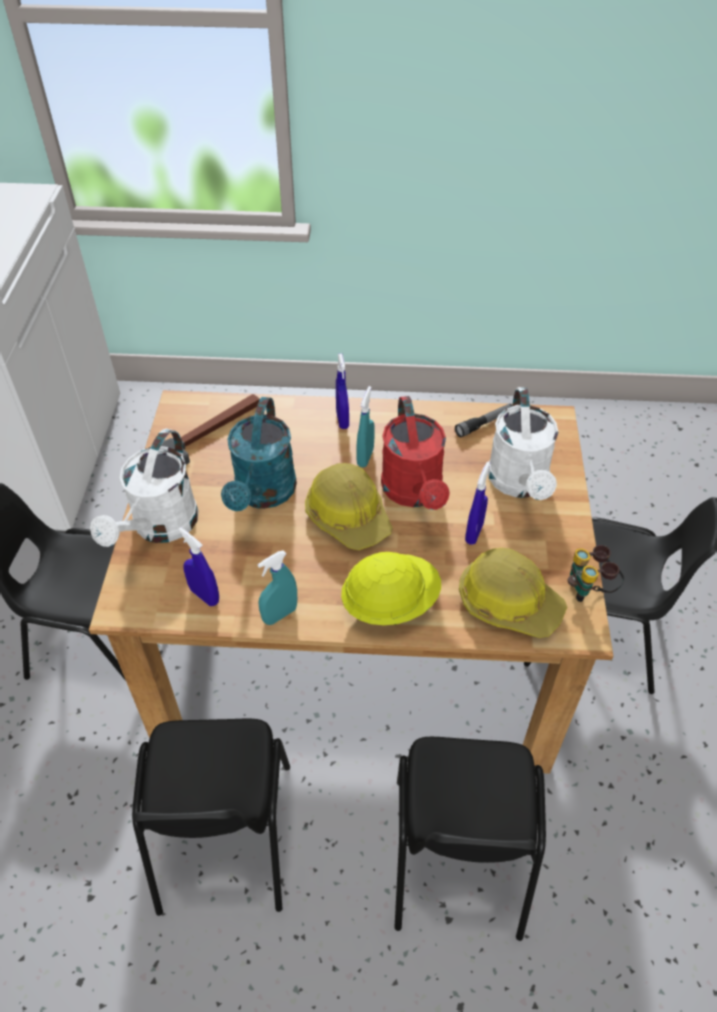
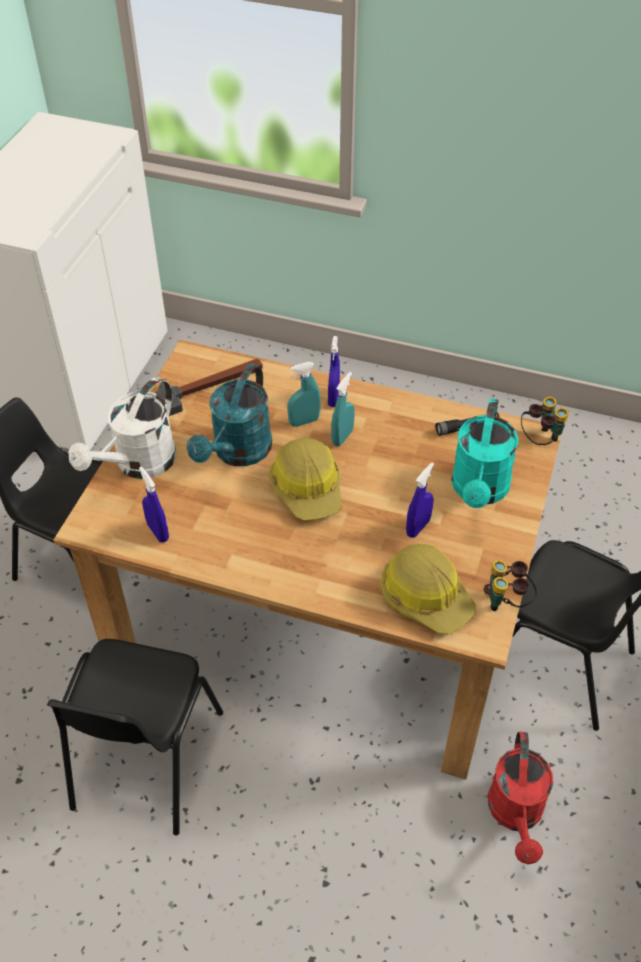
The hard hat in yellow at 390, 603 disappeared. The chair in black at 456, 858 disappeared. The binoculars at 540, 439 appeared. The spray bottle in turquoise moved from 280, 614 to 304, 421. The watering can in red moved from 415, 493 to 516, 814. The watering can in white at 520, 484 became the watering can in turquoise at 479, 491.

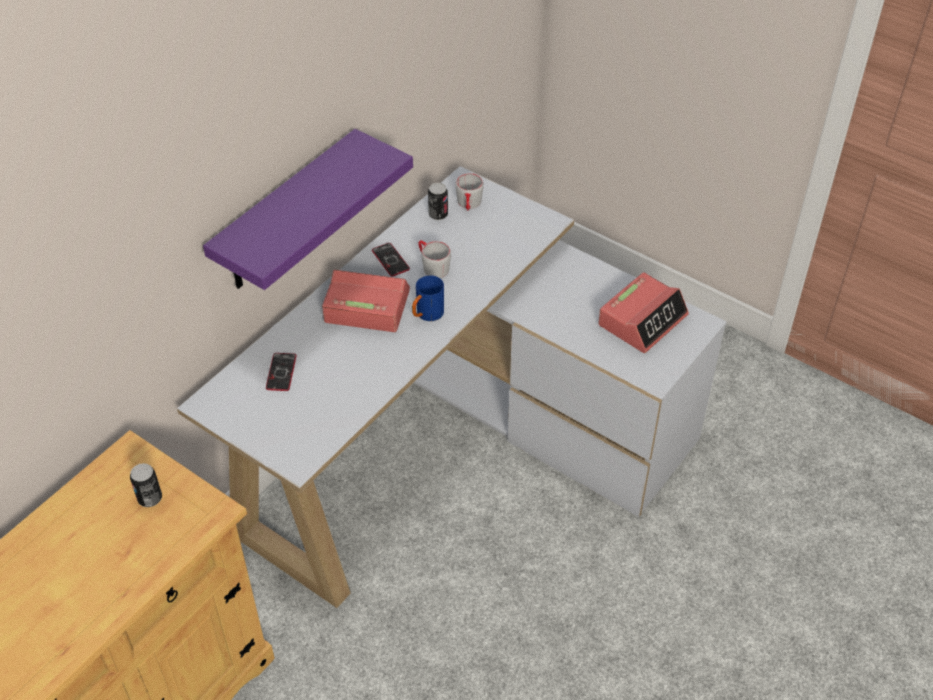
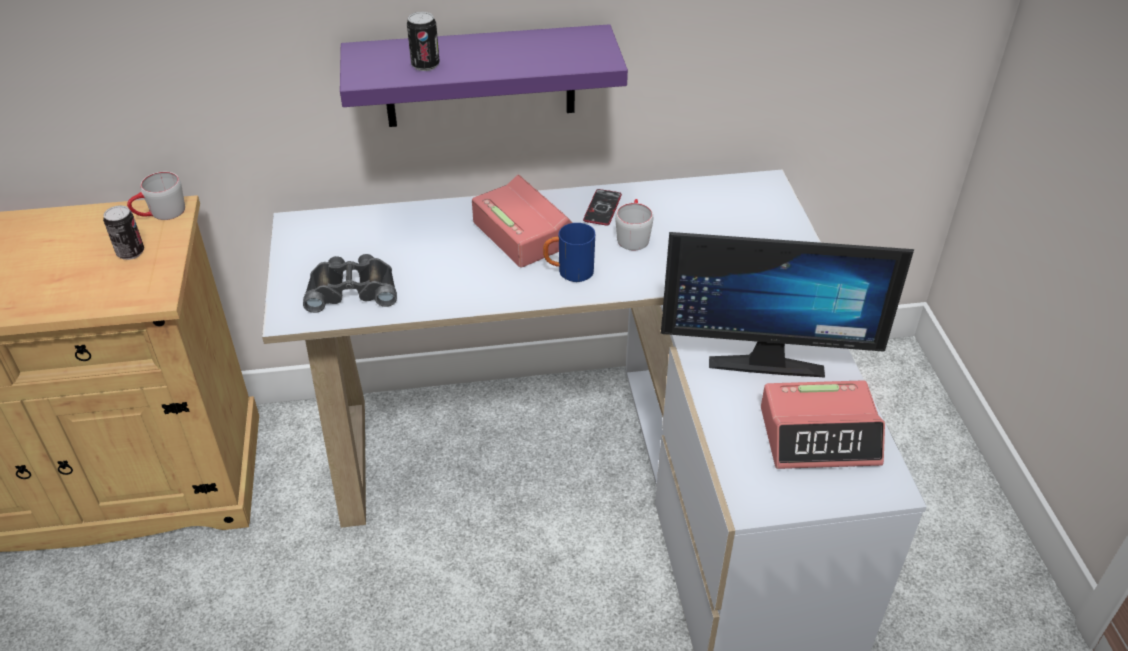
The phone at 281, 372 disappeared. The binoculars in black at 352, 289 appeared. The monitor at 765, 357 appeared. The can moved from 438, 215 to 425, 65. The mug in grey moved from 469, 205 to 160, 214.

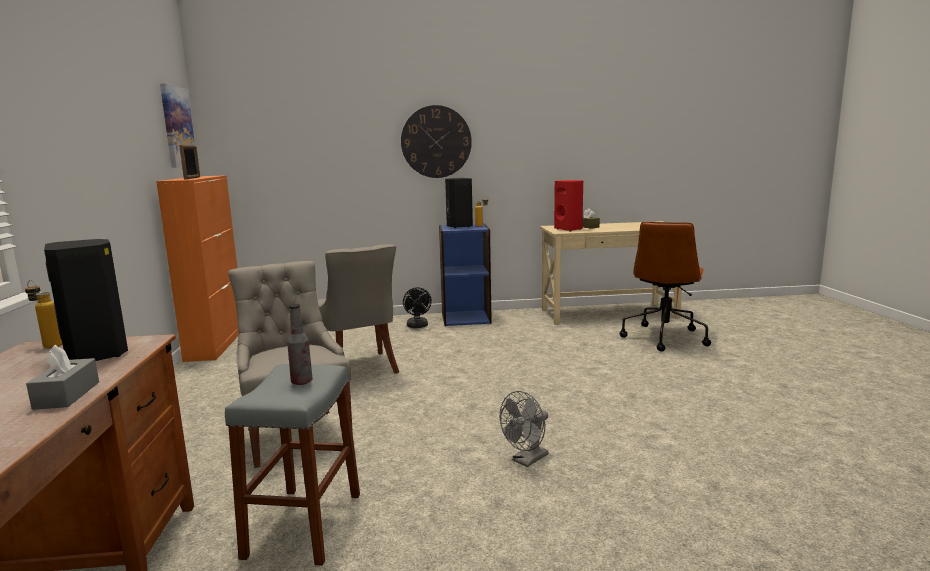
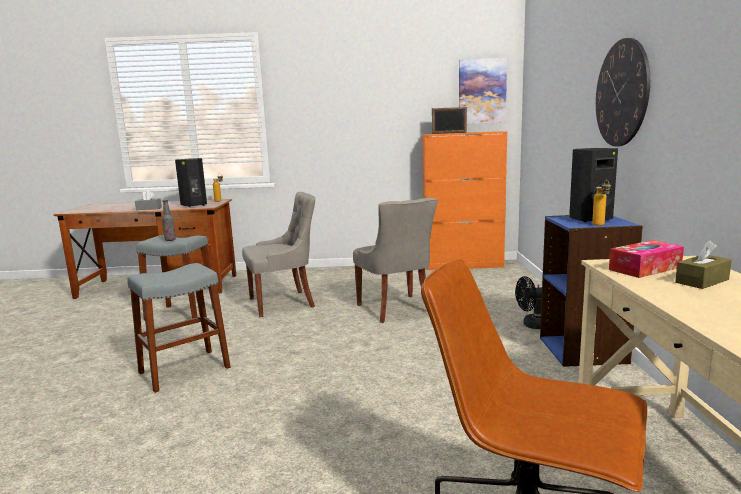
The fan in grey at 526, 460 was replaced by the stool in grey at 184, 370. The speaker in red at 569, 229 was replaced by the tissue box at 645, 268. The chair in grey at 359, 369 turned 90 degrees counterclockwise.

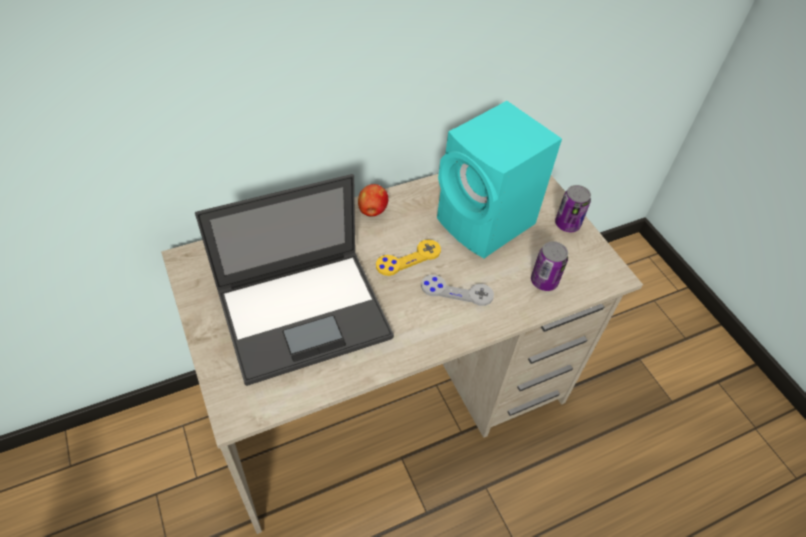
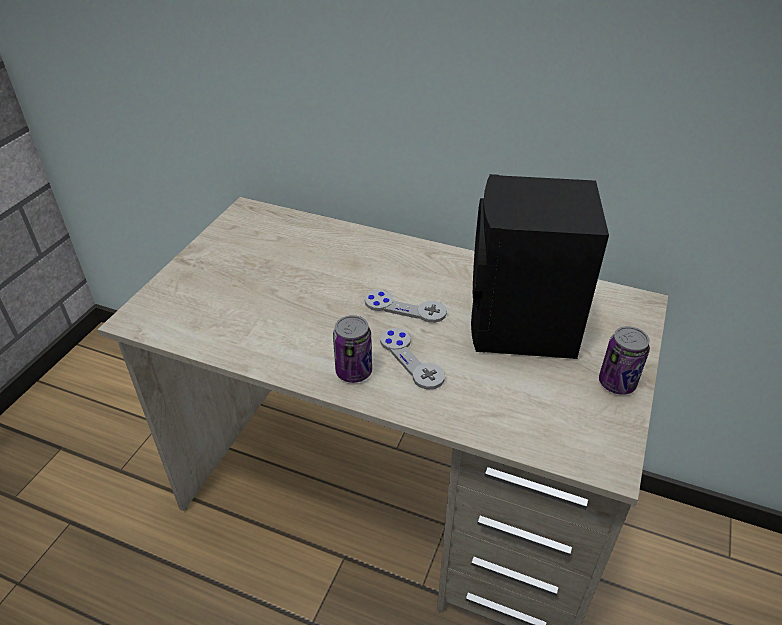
The laptop at 306, 313 disappeared. The apple at 372, 211 disappeared. The can moved from 544, 281 to 354, 371. The game controller in yellow at 408, 258 became the game controller in grey at 405, 308. The speaker in turquoise at 487, 224 became the speaker in black at 522, 328.

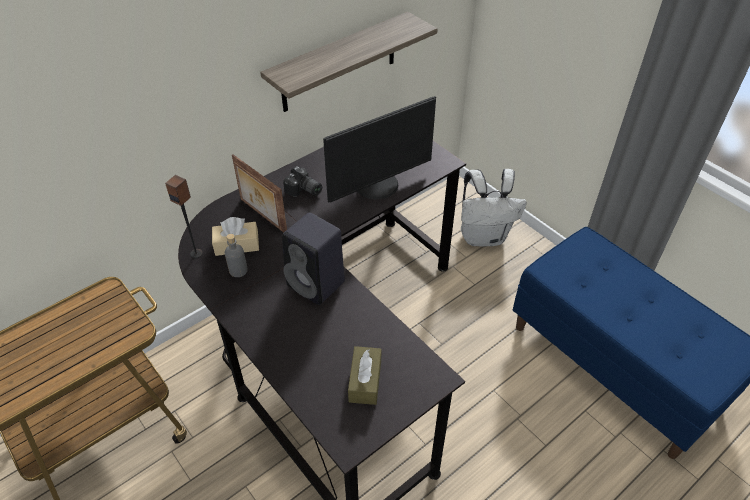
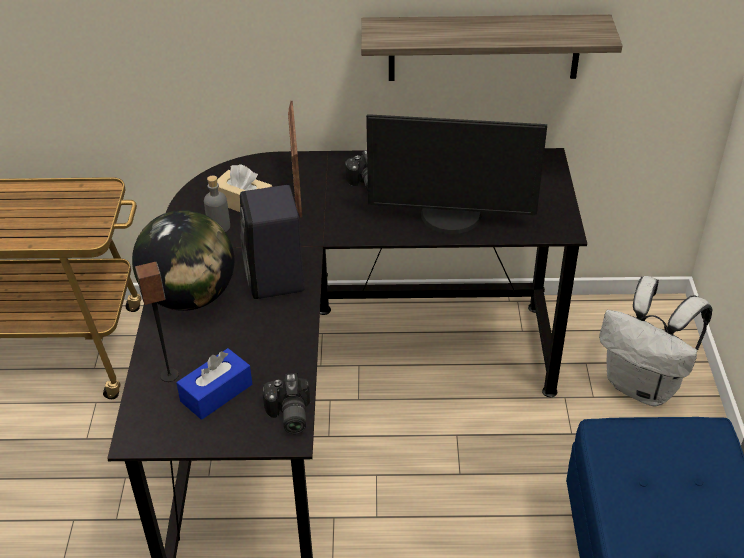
The globe at 190, 297 appeared. The photo camera at 288, 415 appeared. The speaker moved from 196, 253 to 170, 375. The tissue box in brown at 365, 381 became the tissue box in blue at 216, 393.

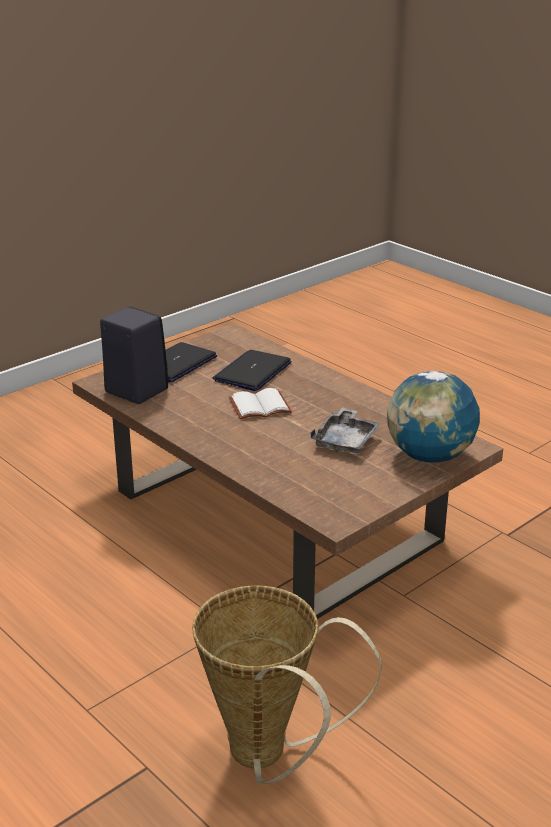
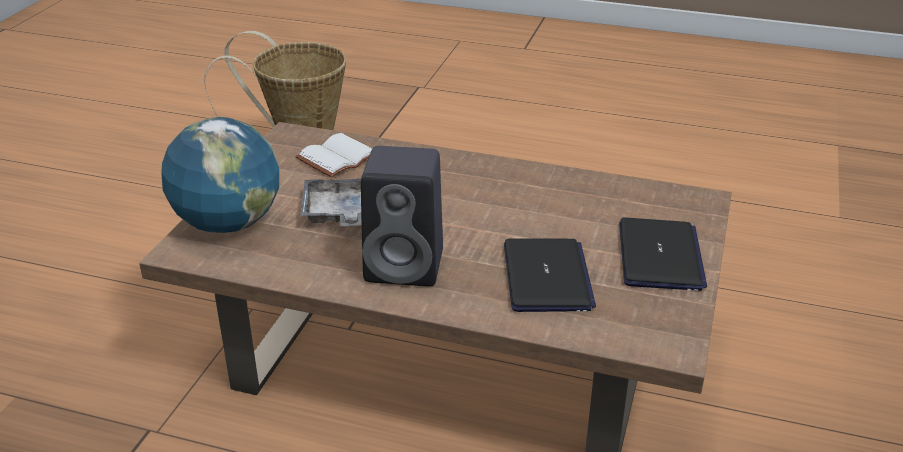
The speaker in black moved from 134, 390 to 407, 266. The book in white moved from 259, 407 to 338, 156.

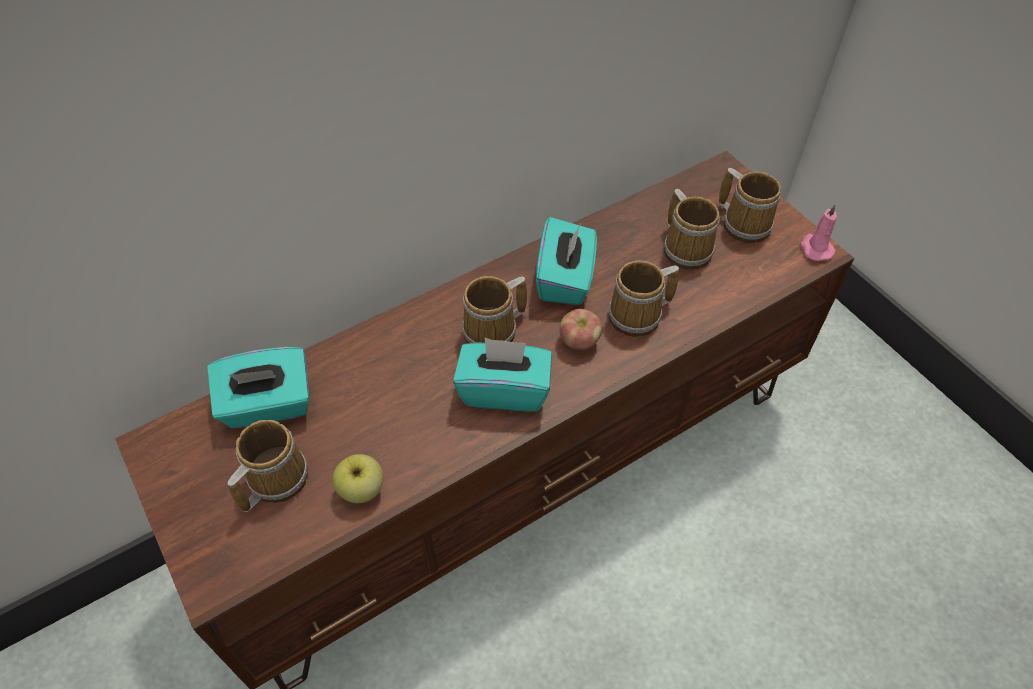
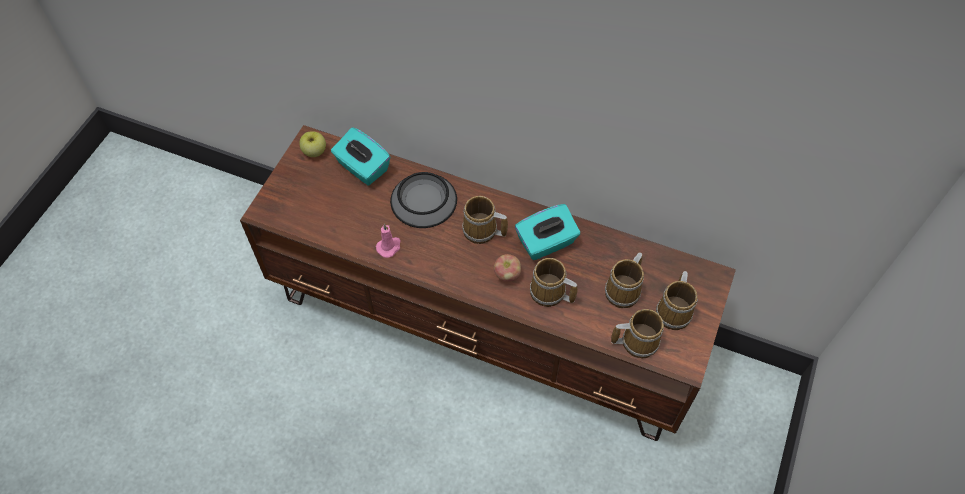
The tissue box in turquoise at 504, 390 disappeared. The bowl at 423, 200 appeared. The mug moved from 274, 479 to 637, 341. The apple moved from 361, 489 to 314, 152. The candle in pink moved from 815, 248 to 389, 247.

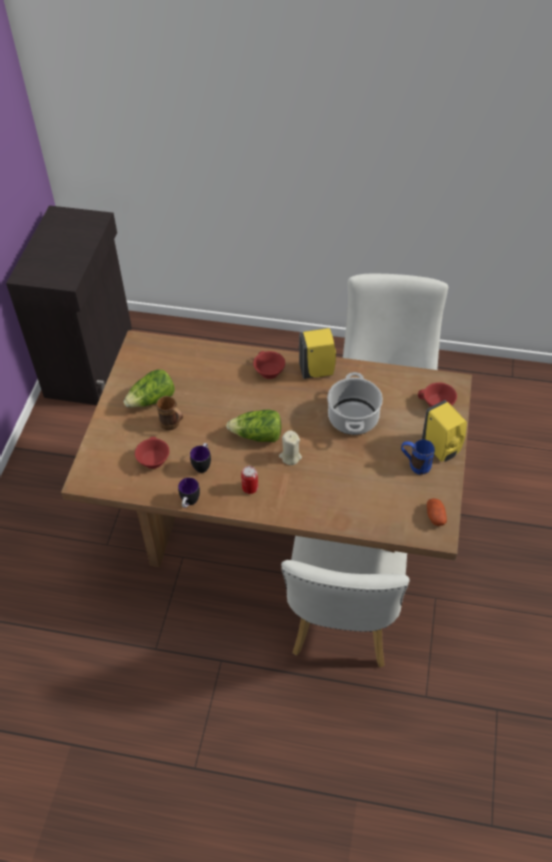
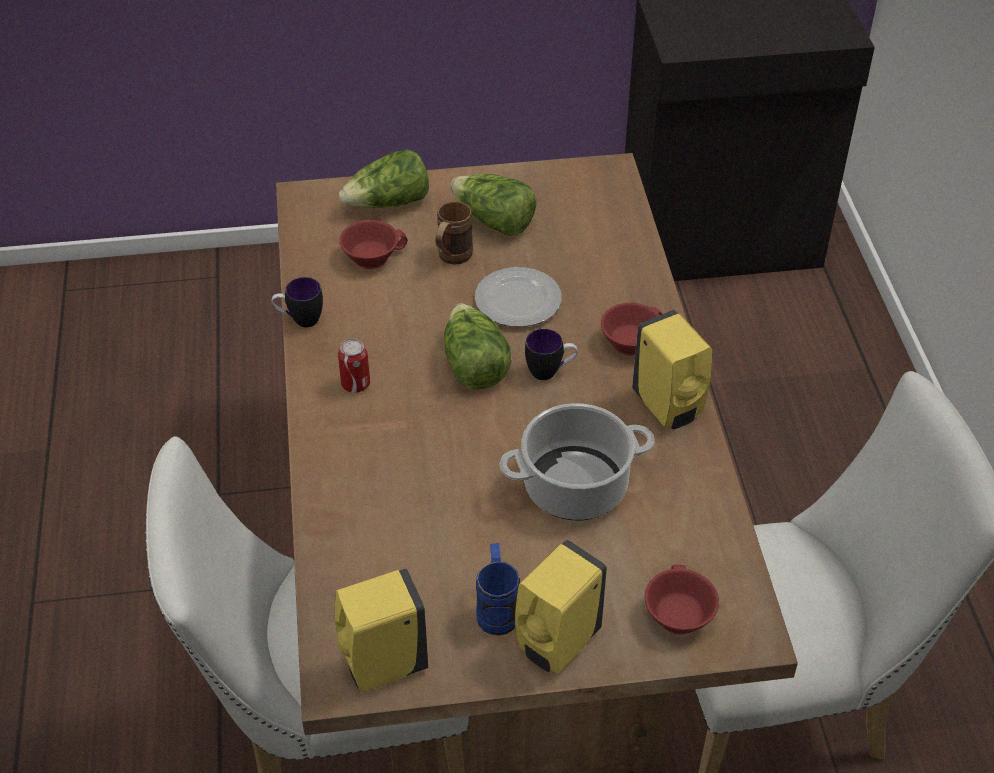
The candle in beige at 290, 457 disappeared. The lettuce at 389, 203 appeared. The plate at 517, 301 appeared. The mug moved from 203, 464 to 550, 372. The potato at 435, 516 was replaced by the soap dispenser in yellow at 381, 666.

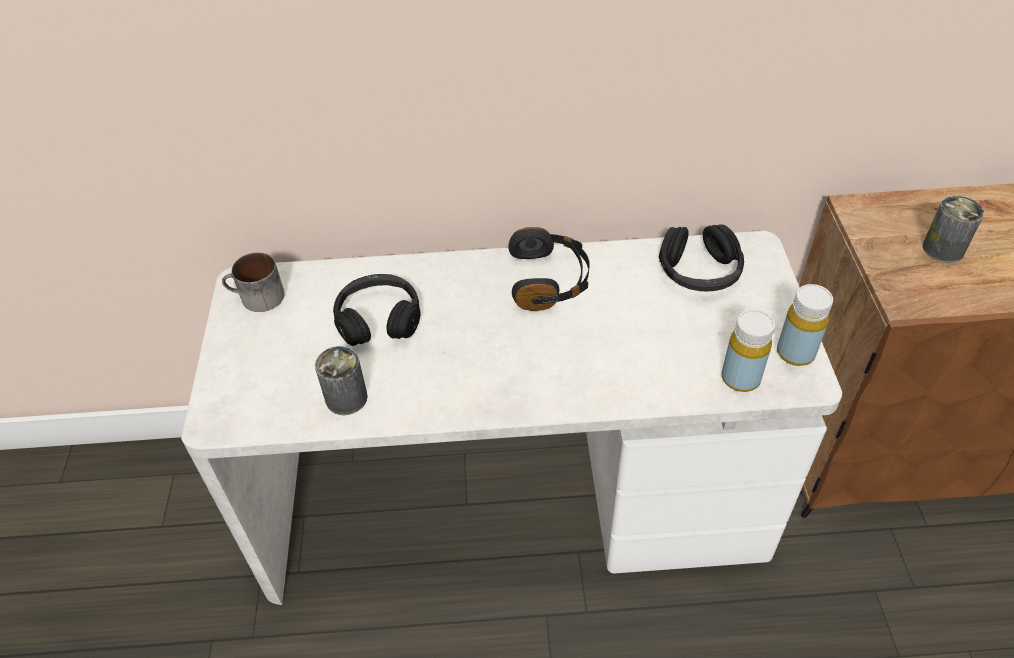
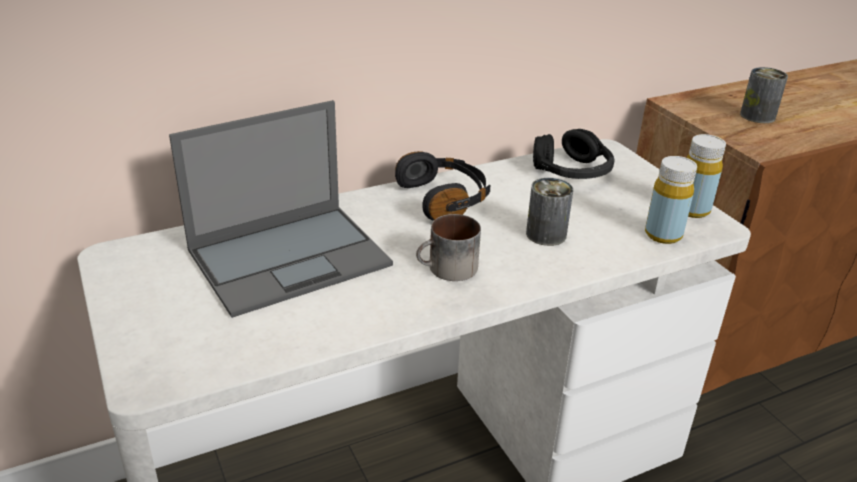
The mug moved from 257, 298 to 448, 270. The can moved from 346, 398 to 546, 234. The headphones in black at 379, 319 was replaced by the laptop at 291, 257.

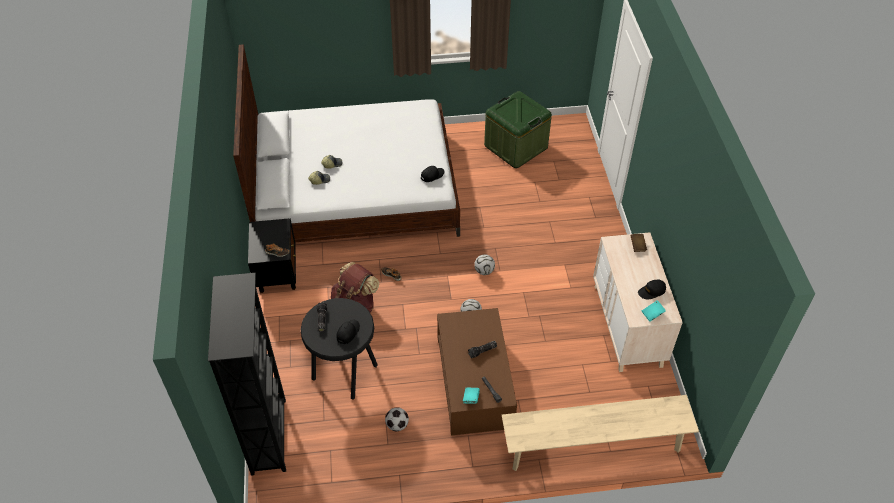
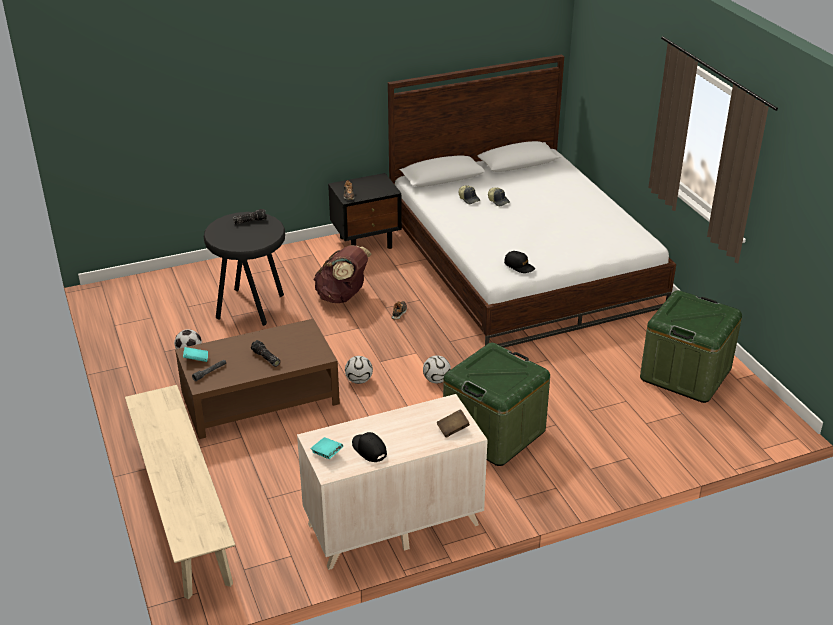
The bookcase in black at 270, 435 disappeared. The cap in black at 348, 332 disappeared. The storage box in green at 494, 432 appeared.

